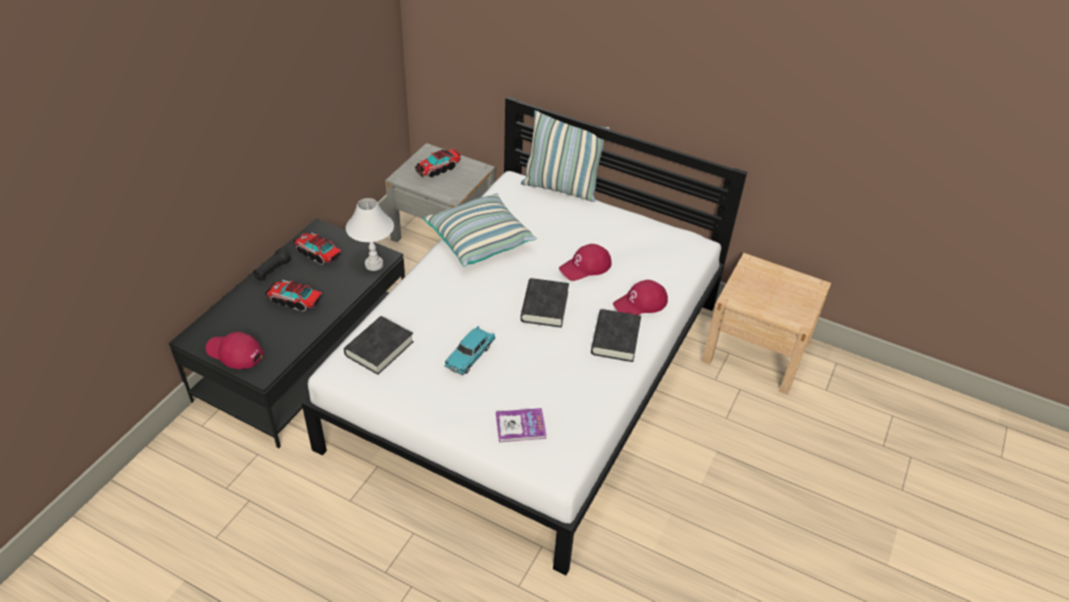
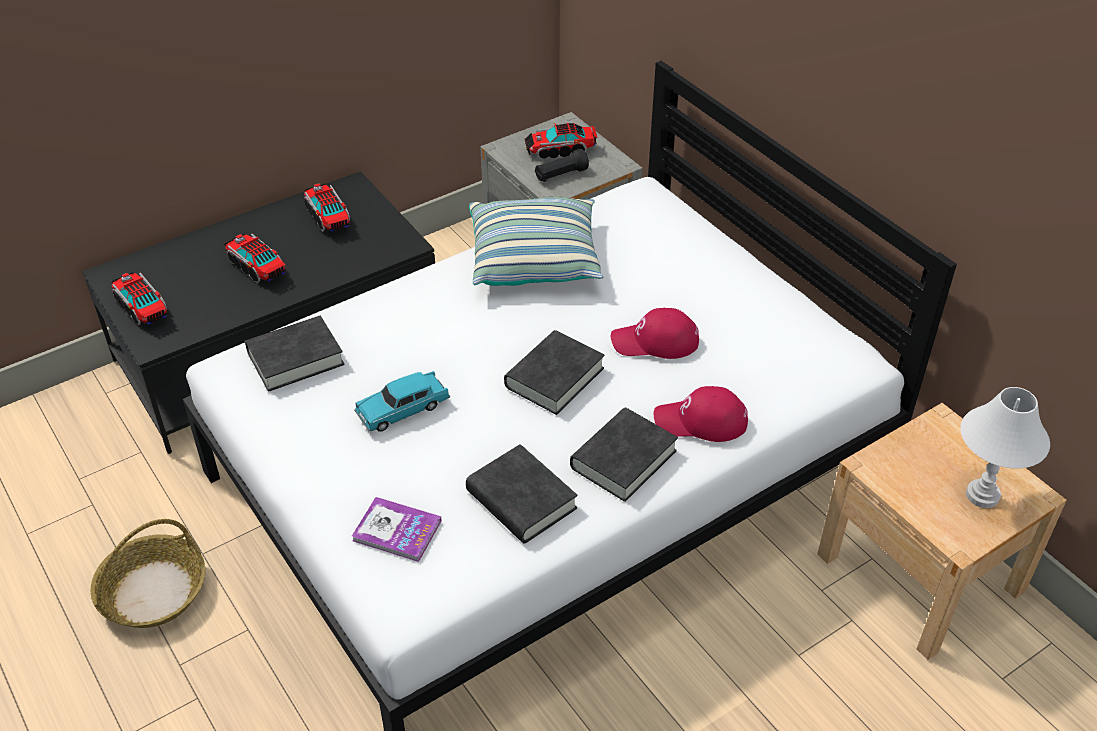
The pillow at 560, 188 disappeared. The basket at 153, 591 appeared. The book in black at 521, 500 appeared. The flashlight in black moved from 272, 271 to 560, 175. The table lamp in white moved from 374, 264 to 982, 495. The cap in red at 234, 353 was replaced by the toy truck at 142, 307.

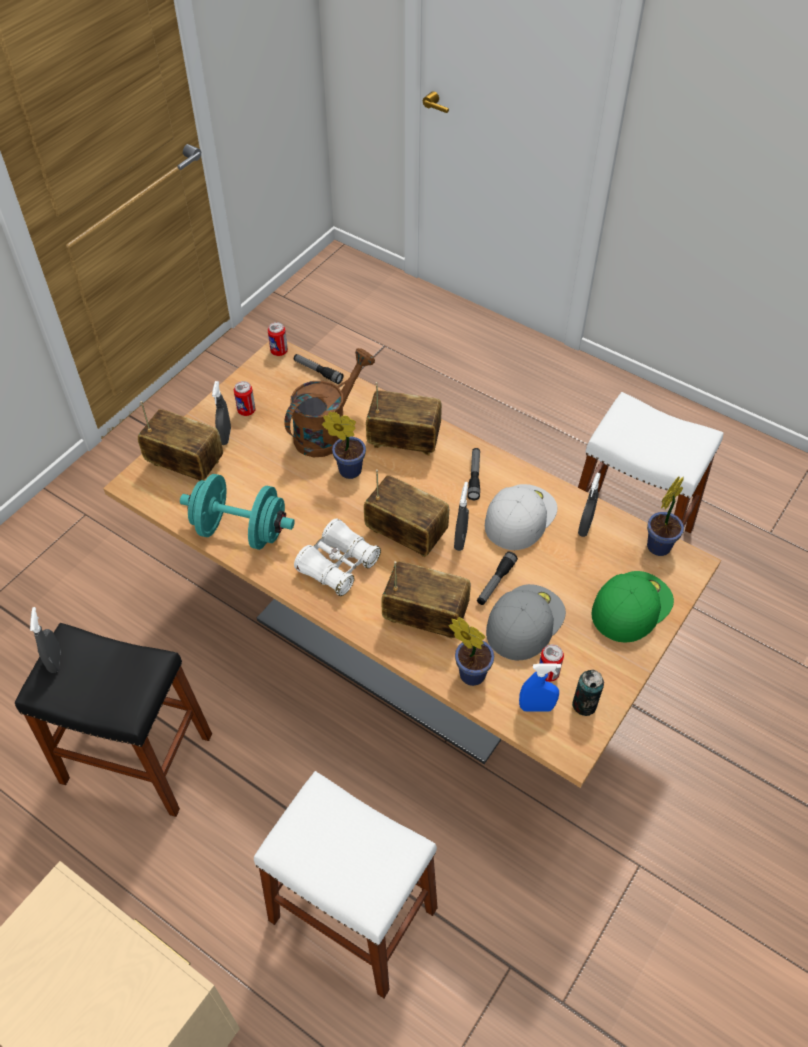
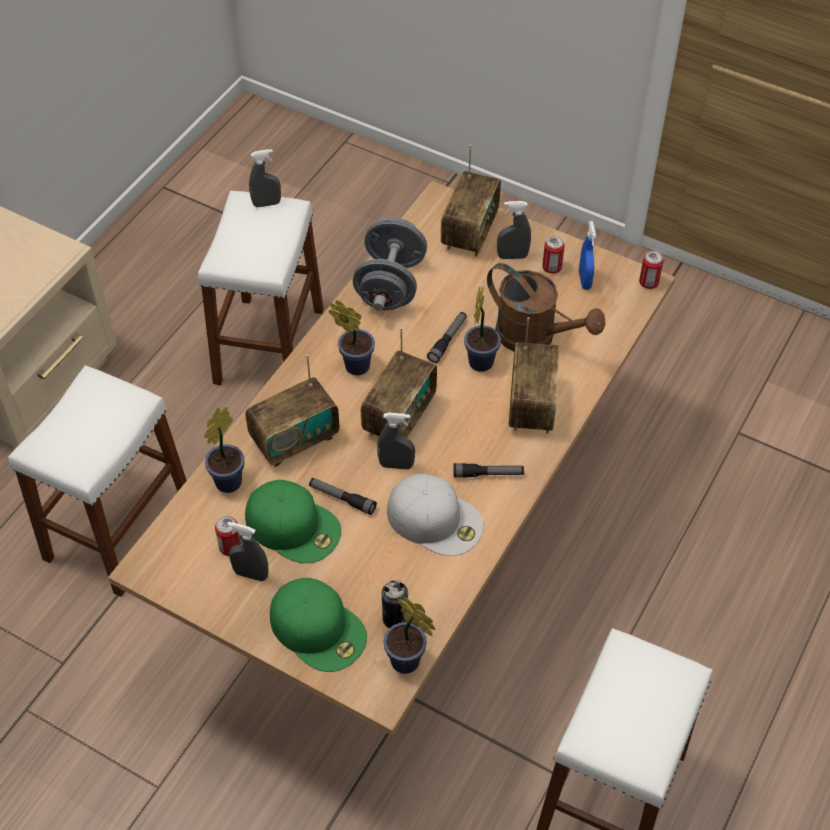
The flashlight moved from 318, 372 to 447, 340. The spray bottle in blue moved from 536, 707 to 584, 280. The can moved from 584, 705 to 395, 618. The spray bottle in grey moved from 585, 527 to 251, 574. The binoculars in white at 338, 565 was replaced by the potted plant at 354, 364. The stool in black at 136, 758 became the stool in white at 269, 346. The dumbbell in turquoise at 240, 530 became the dumbbell in grey at 390, 285. The cap in grey at 524, 621 became the cap in green at 294, 526. The radio at 425, 617 turned 45 degrees clockwise.

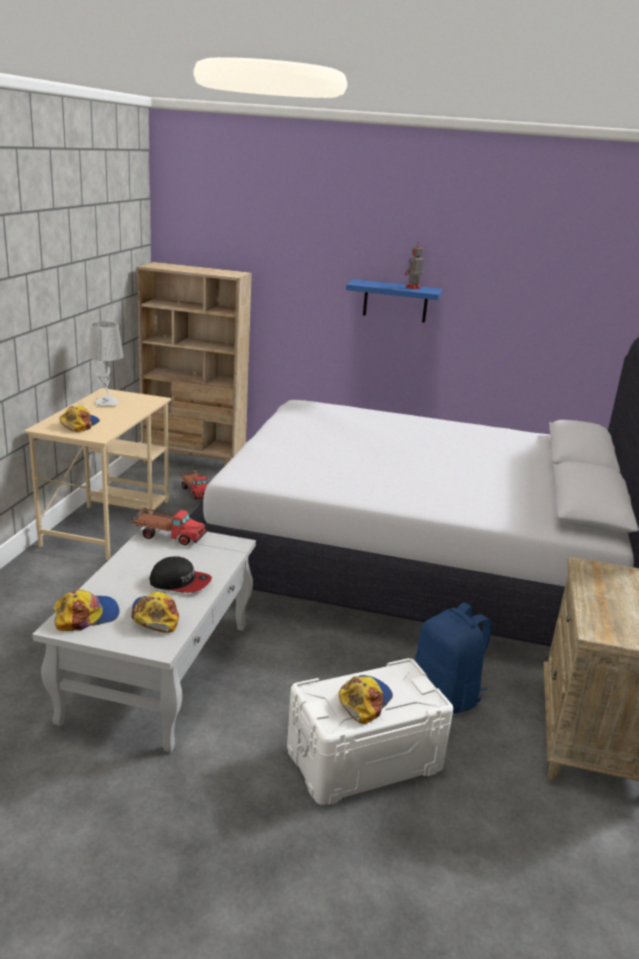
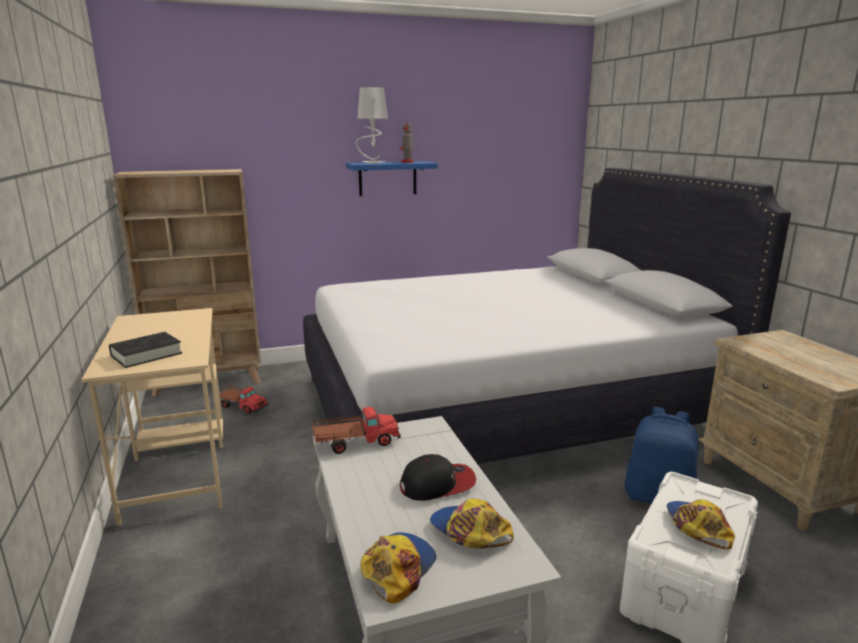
The table lamp in grey moved from 106, 402 to 372, 163. The cap at 79, 424 was replaced by the book in black at 146, 354.

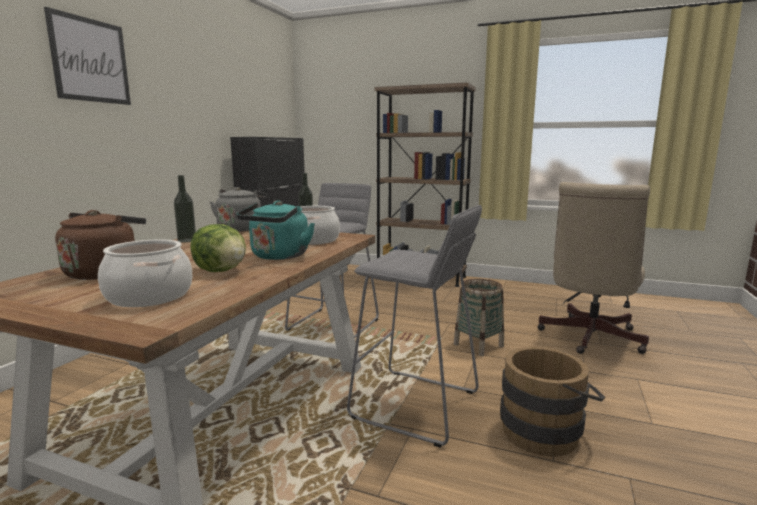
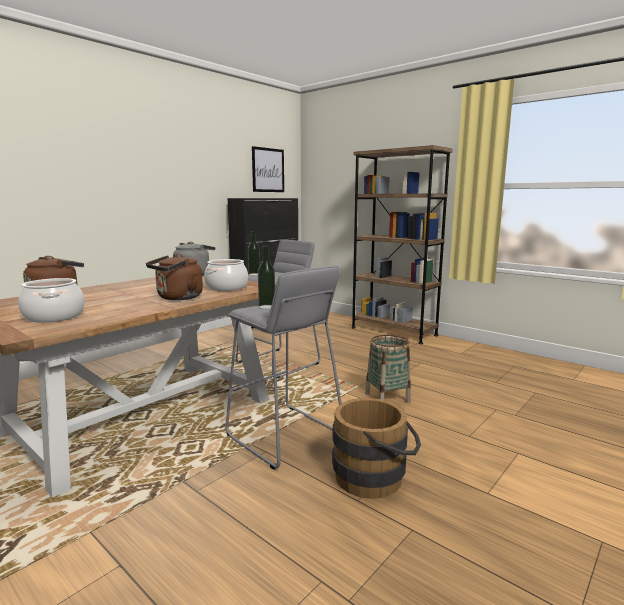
The lettuce at 222, 270 disappeared. The office chair in beige at 588, 338 disappeared. The picture moved from 90, 60 to 268, 170. The bottle moved from 187, 240 to 267, 307. The kettle in turquoise at 278, 256 became the kettle in brown at 177, 298.

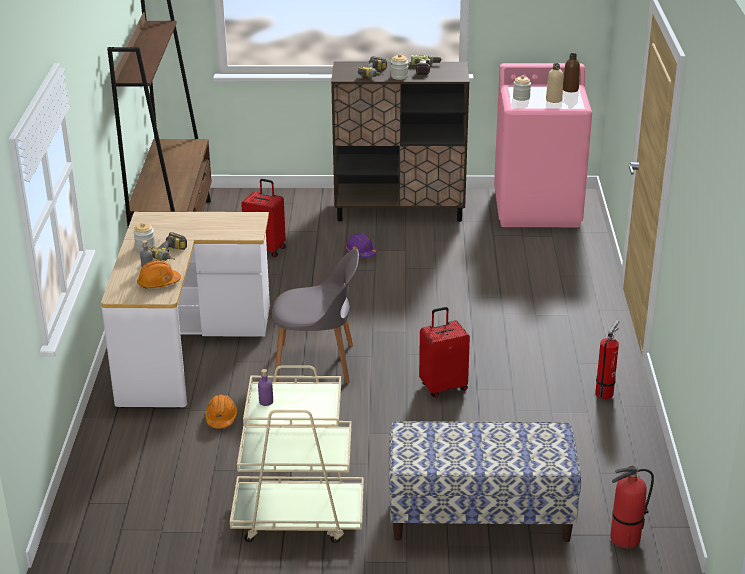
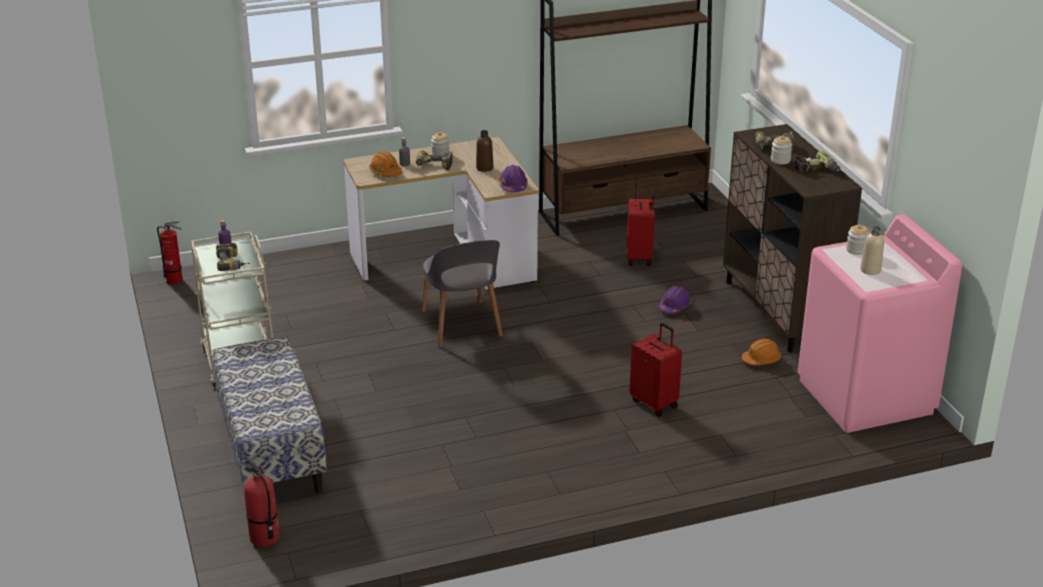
The power drill at 233, 264 appeared. The hard hat in purple at 513, 186 appeared. The hard hat in orange moved from 221, 418 to 761, 360. The suitcase in red moved from 443, 386 to 655, 403. The bottle in brown moved from 570, 89 to 484, 168. The fire extinguisher moved from 605, 392 to 176, 280.

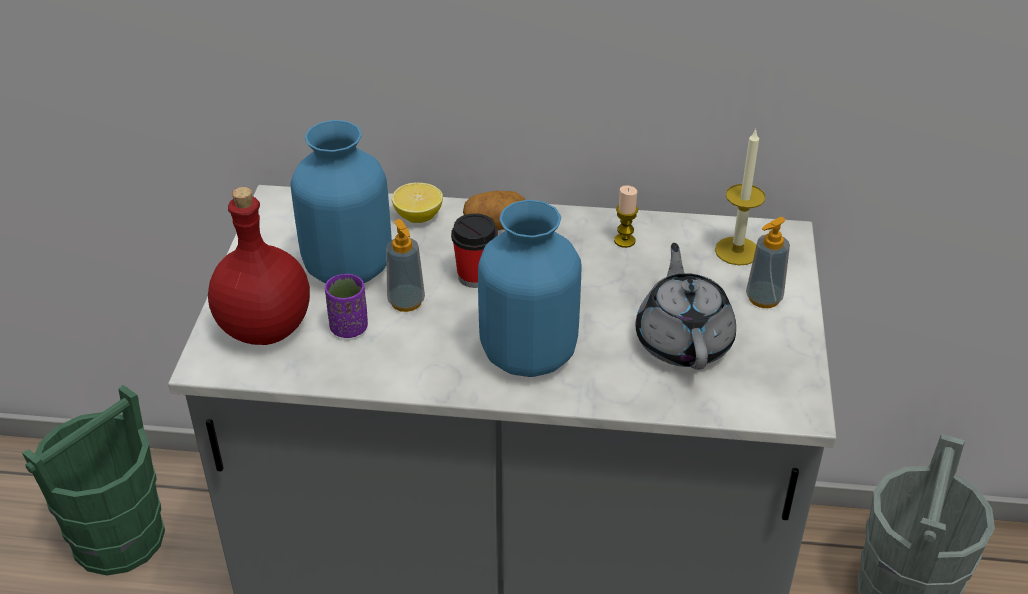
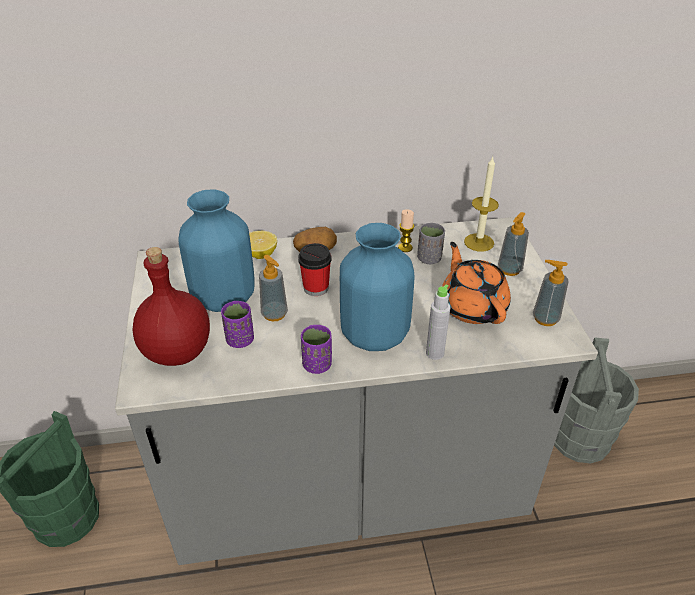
The cup in purple at 317, 365 appeared. The cup in grey at 429, 258 appeared. The bottle in grey at 435, 353 appeared. The soap dispenser at 545, 318 appeared. The teapot in grey at 683, 341 became the teapot in orange at 472, 306.

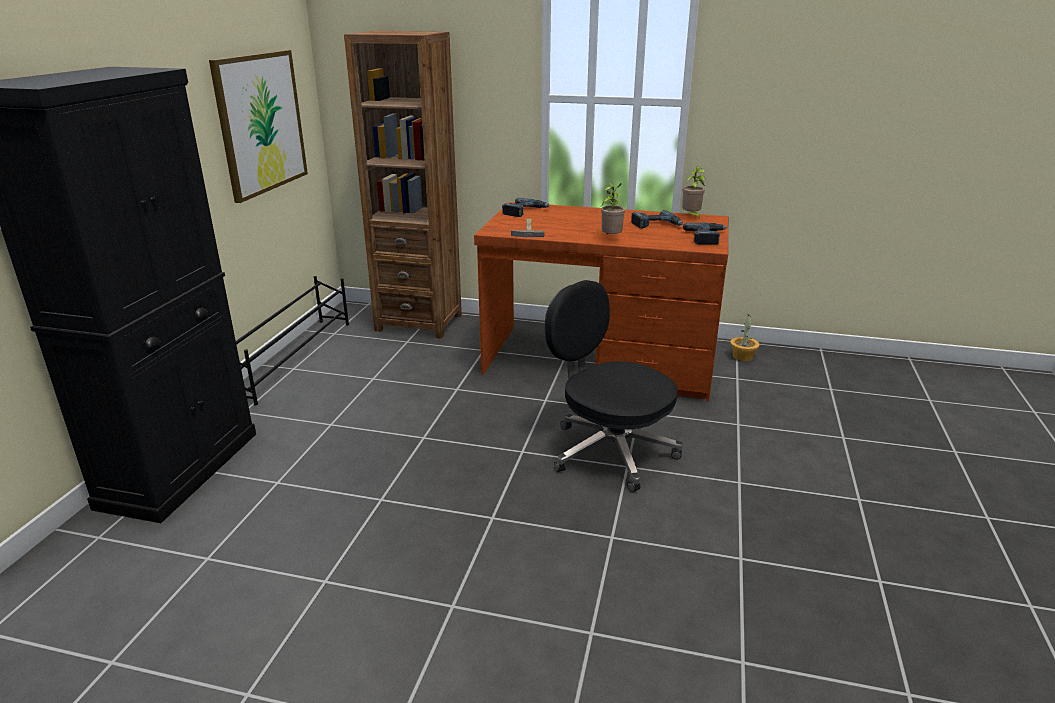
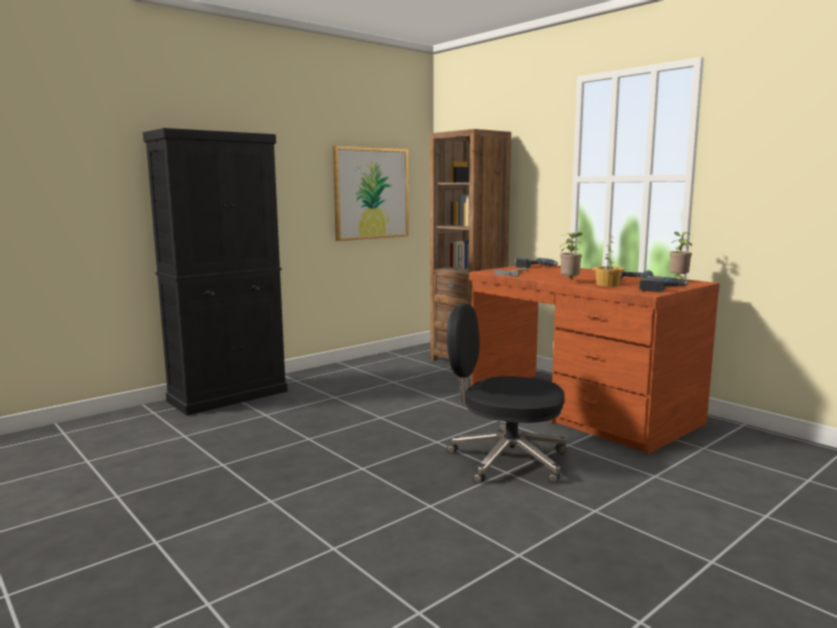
The shoe rack in black at 293, 358 disappeared. The potted plant moved from 742, 356 to 607, 284. The office chair in black at 609, 451 turned 60 degrees counterclockwise.

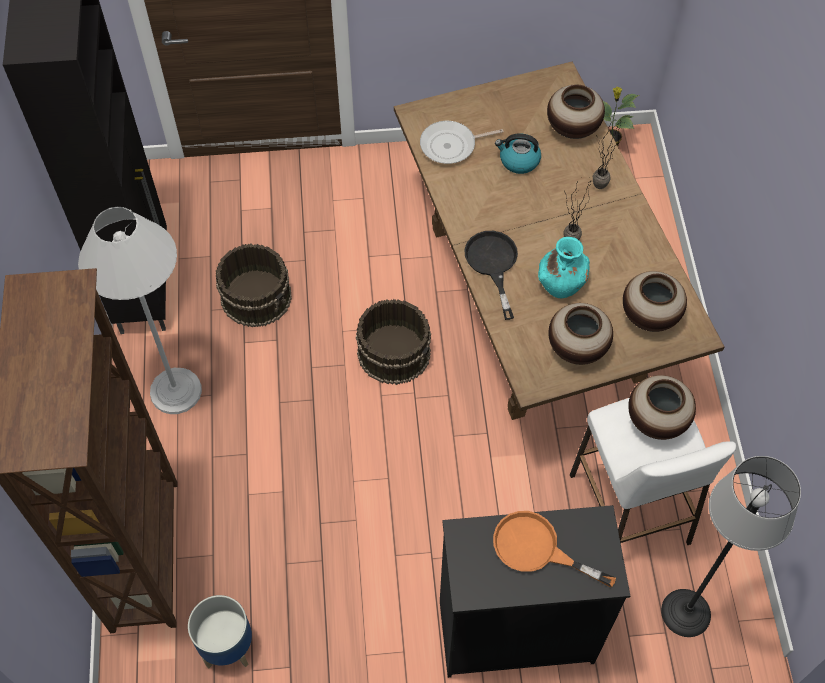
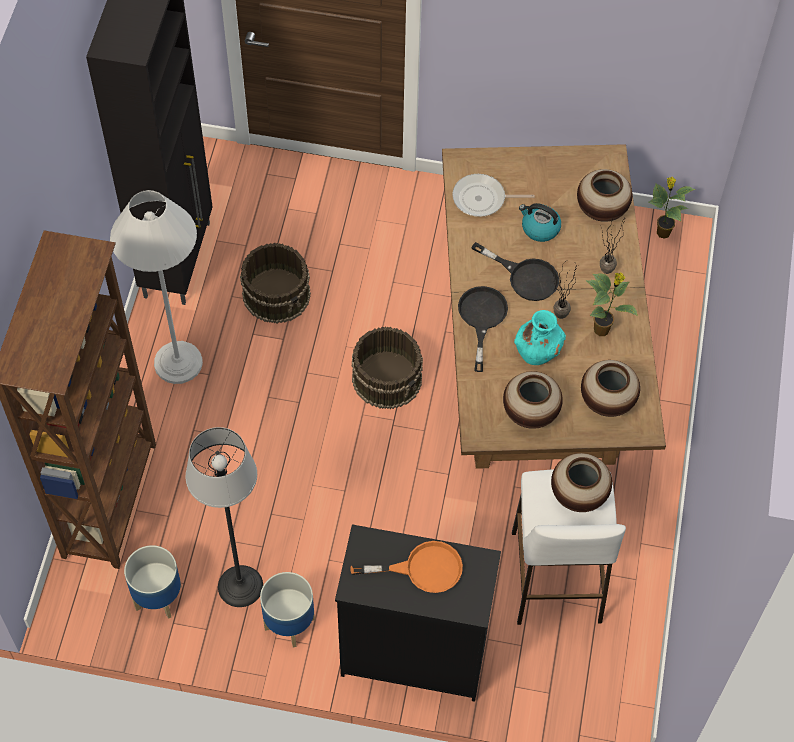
The planter at 289, 624 appeared. The frying pan in black at 525, 277 appeared. The potted plant at 602, 329 appeared. The floor lamp moved from 685, 613 to 240, 586. The frying pan in orange at 536, 549 turned 135 degrees clockwise.

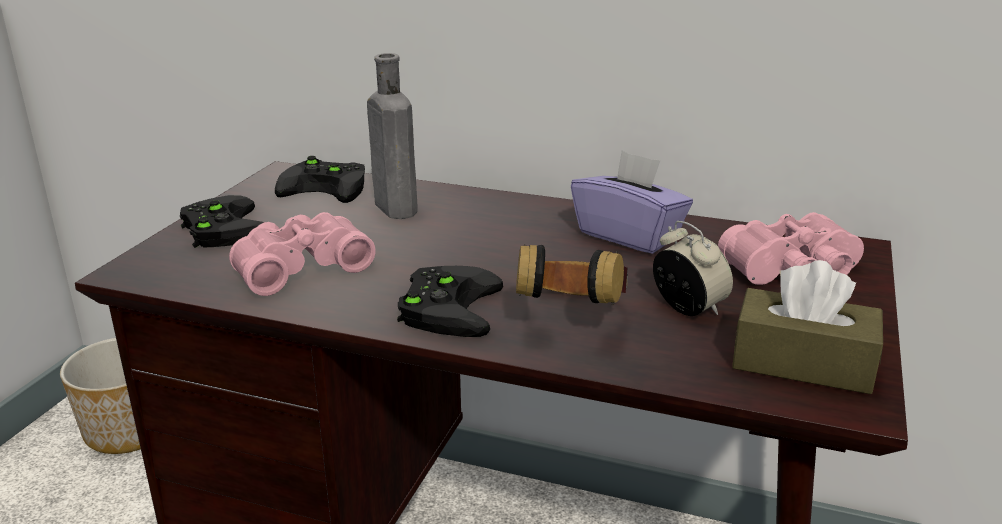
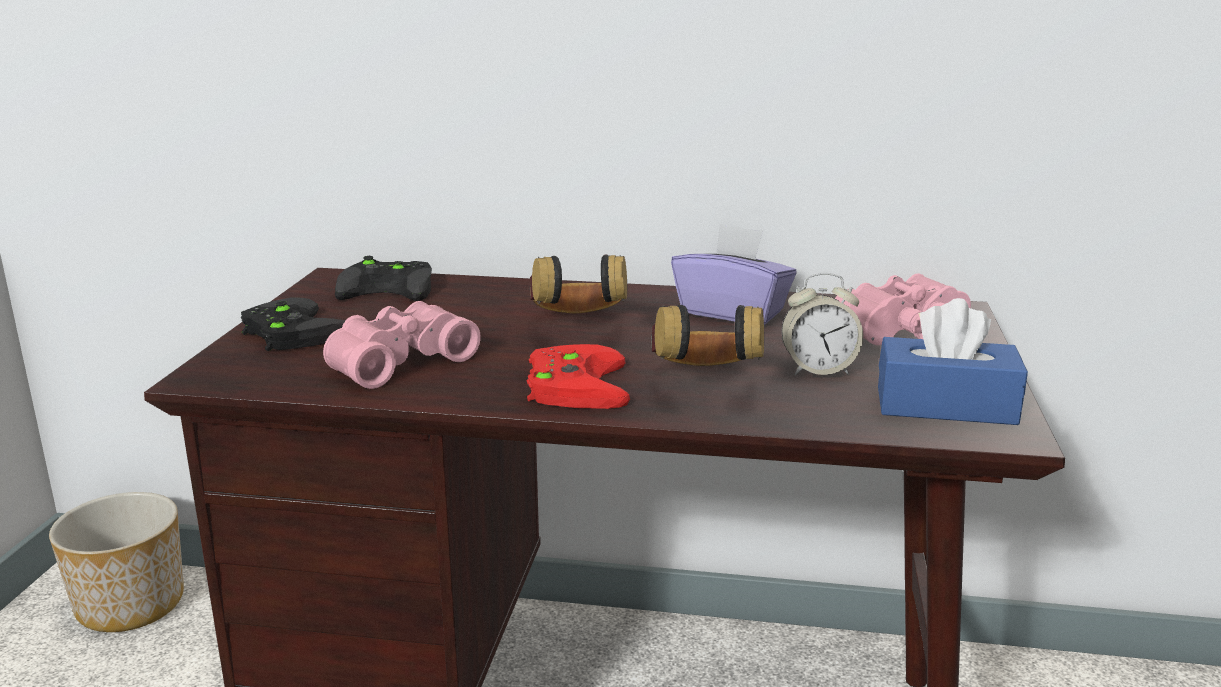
The bottle in grey at 394, 207 disappeared. The headphones at 579, 328 appeared. The game controller in black at 446, 306 became the game controller in red at 572, 384. The tissue box in brown at 802, 363 became the tissue box in blue at 945, 406. The alarm clock at 688, 309 turned 135 degrees clockwise.

